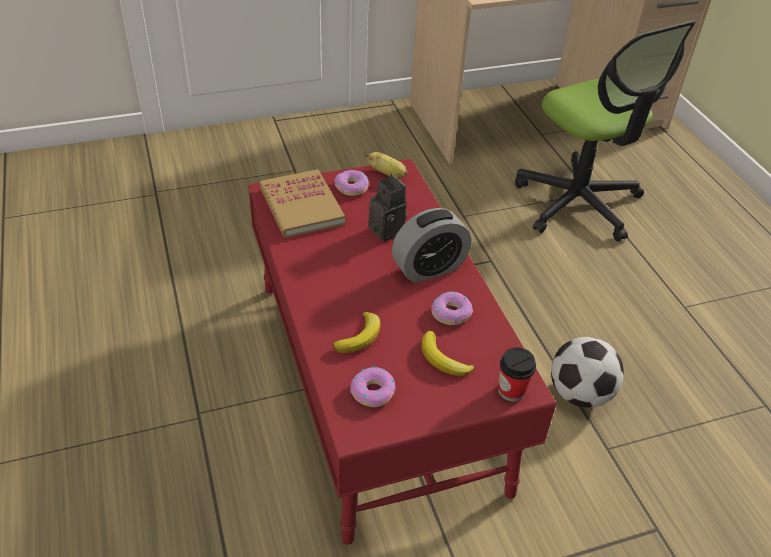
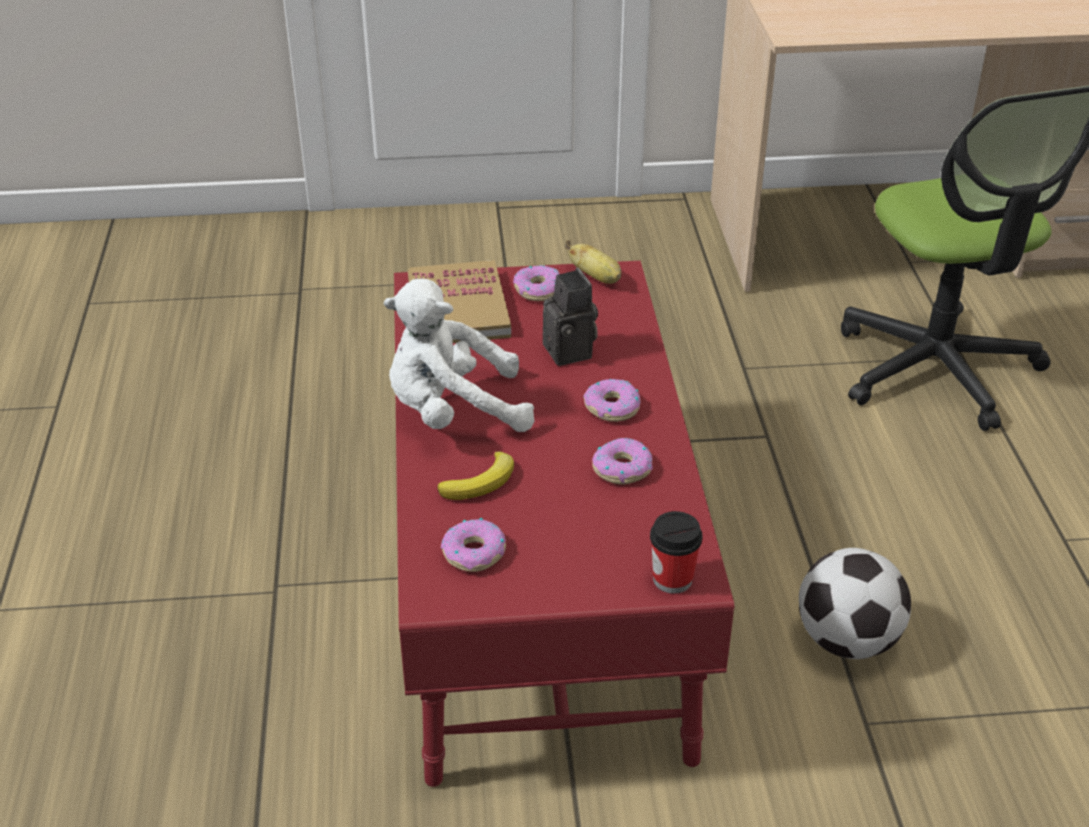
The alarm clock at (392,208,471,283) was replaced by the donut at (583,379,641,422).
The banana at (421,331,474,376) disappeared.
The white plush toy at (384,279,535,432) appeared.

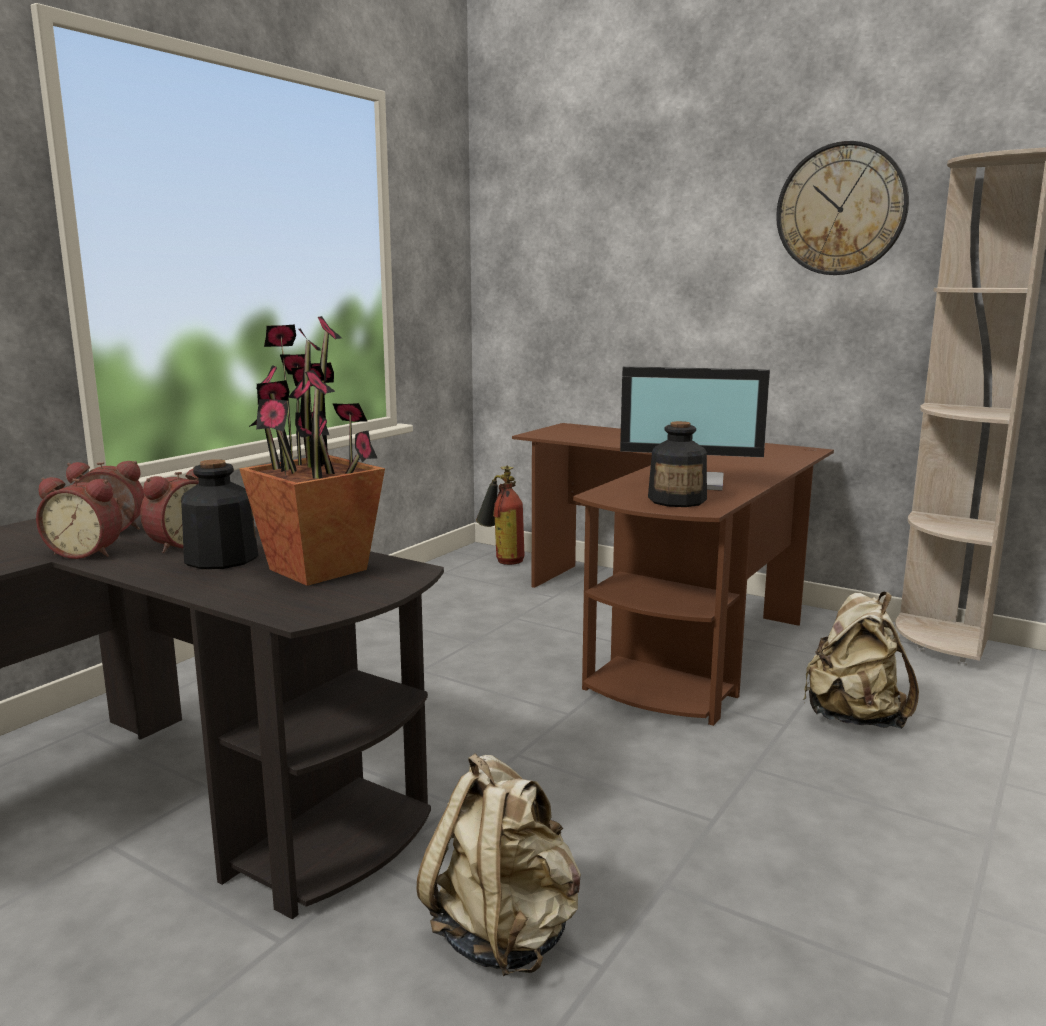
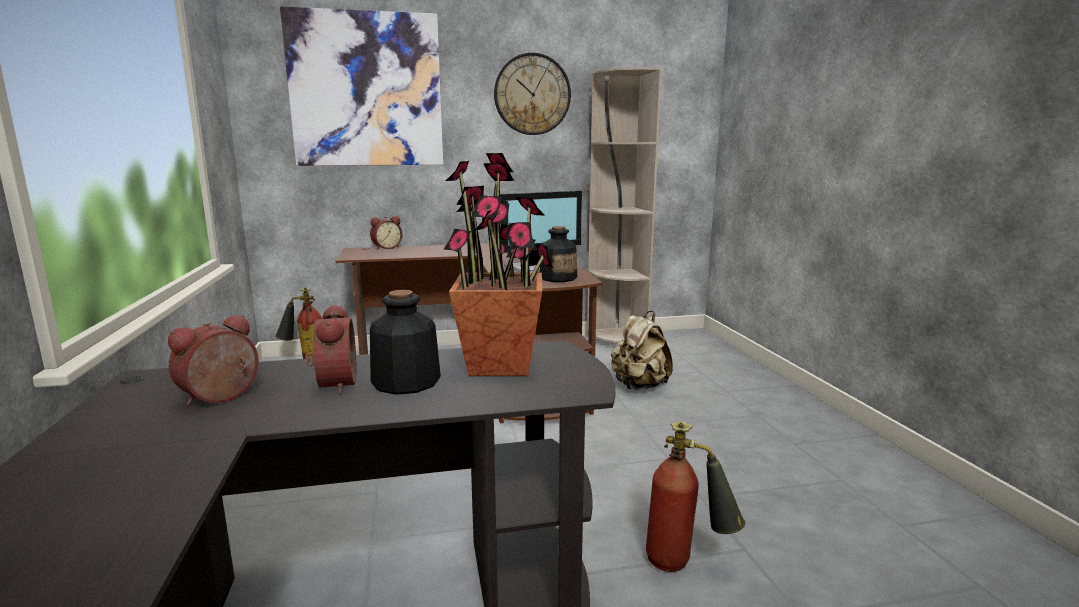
The alarm clock moved from (36,477,122,559) to (370,216,402,250).
The beige backpack at (416,753,581,976) was replaced by the fire extinguisher at (646,421,745,572).
The picture at (280,6,443,166) appeared.

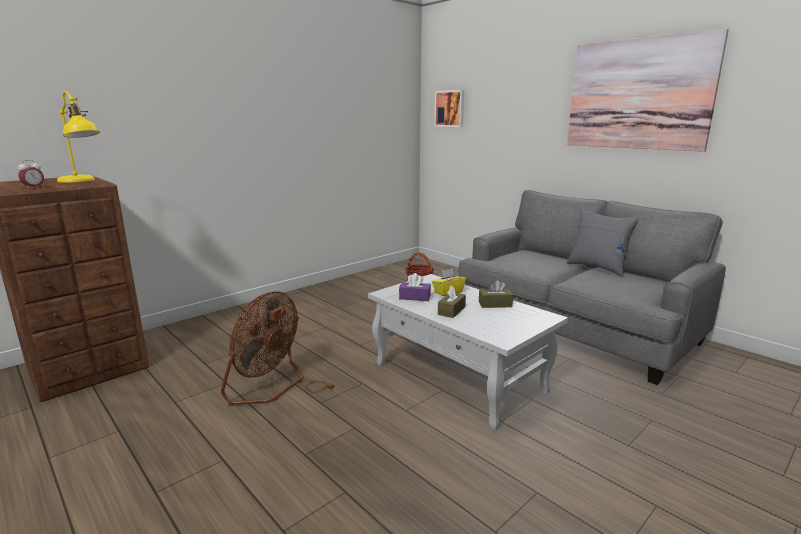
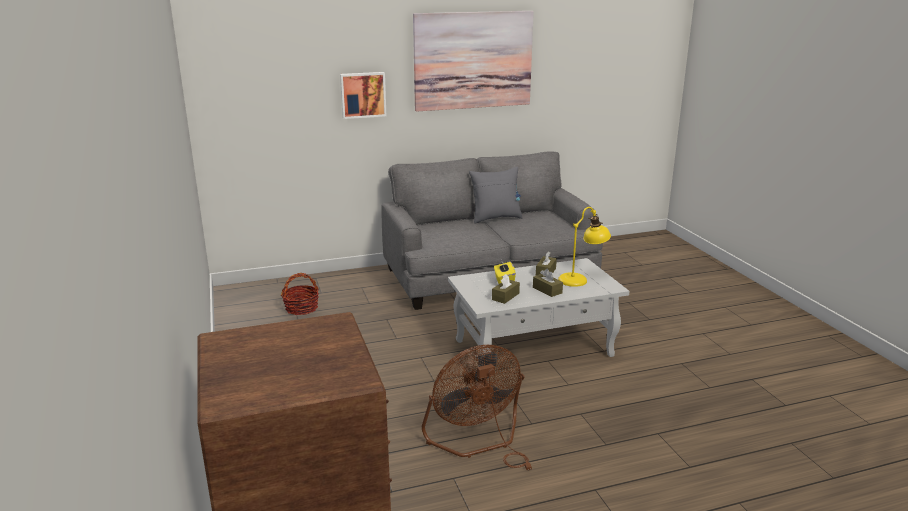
The alarm clock at (17,160,44,189) disappeared.
The yellow table lamp moved from (57,91,100,183) to (558,207,611,287).
The brown fan at (221,291,335,406) turned 105 degrees clockwise.
The purple tissue box at (399,273,431,301) became the brown tissue box at (492,274,520,304).
The picture moved from (434,90,464,127) to (340,72,386,119).

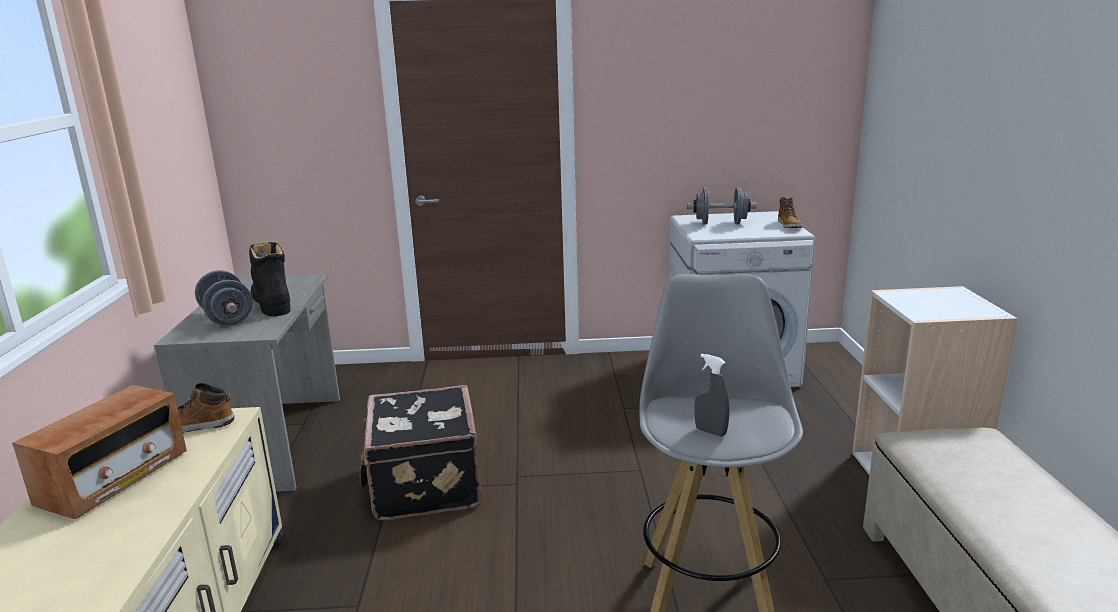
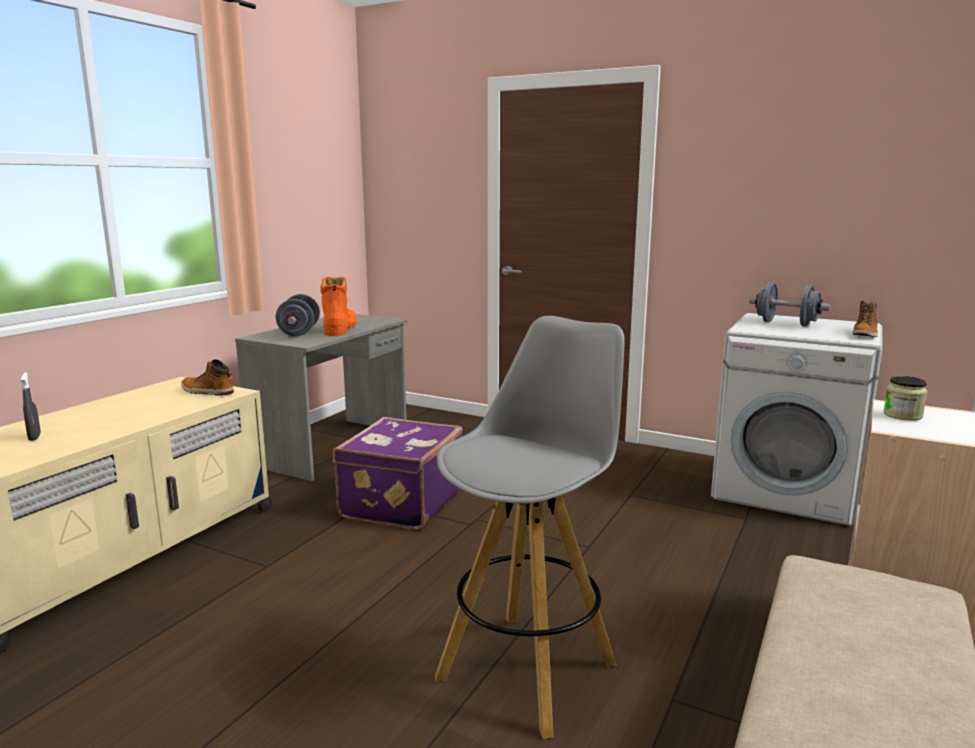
The radio at (12,385,187,519) disappeared.
The black boot at (249,242,291,316) became the orange boot at (320,277,357,336).
The black suitcase at (360,385,482,520) became the purple suitcase at (333,417,462,530).
The grey spray bottle moved from (695,354,730,437) to (21,372,41,441).
The jar at (884,376,927,421) appeared.

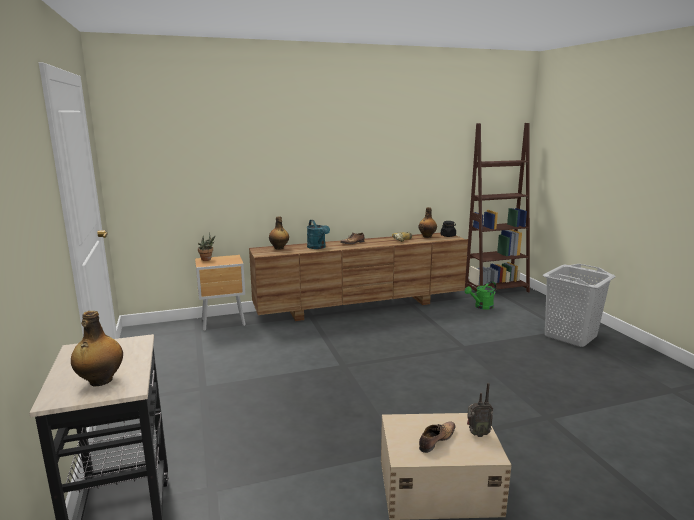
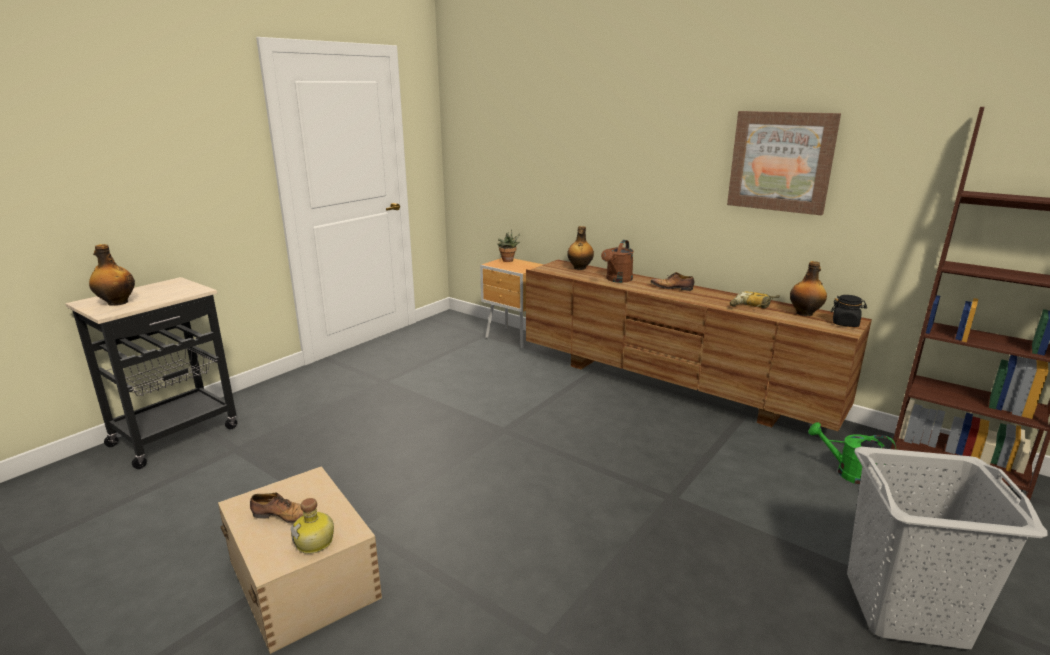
The turquoise watering can at (307,220,330,249) became the brown watering can at (601,240,634,283).
The radio at (467,382,493,437) was replaced by the bottle at (290,498,334,554).
The picture at (727,111,841,215) appeared.

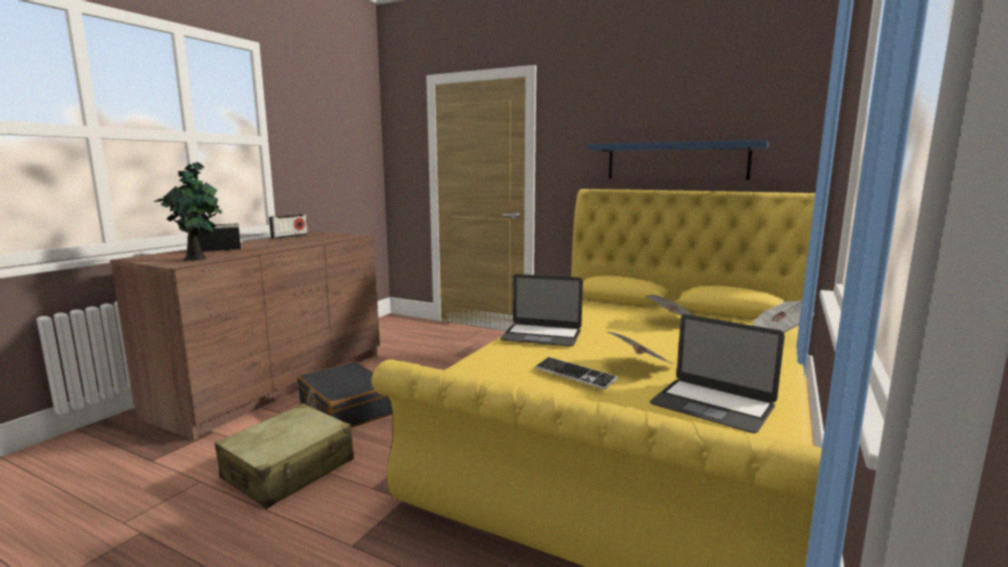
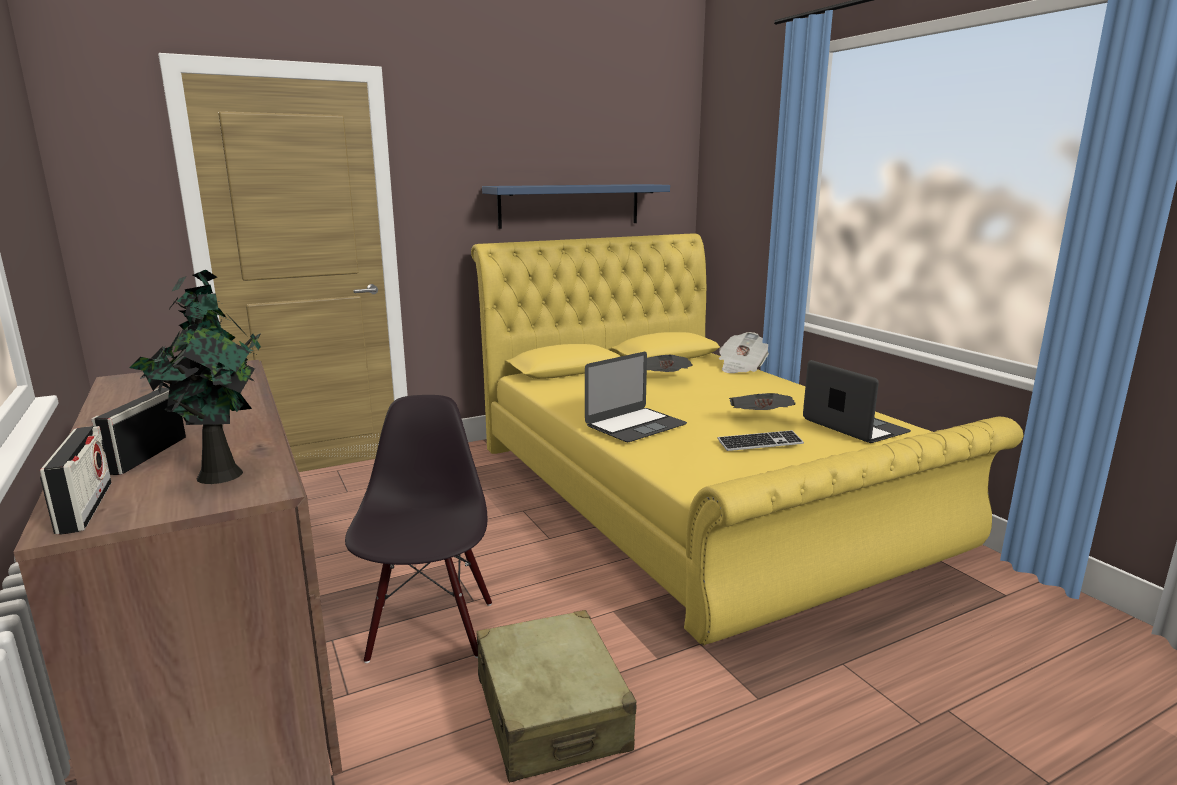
The radio moved from (269,214,308,239) to (40,426,112,535).
The black suitcase at (297,361,393,428) was replaced by the black chair at (345,395,492,663).
The laptop at (650,314,785,433) turned 105 degrees counterclockwise.

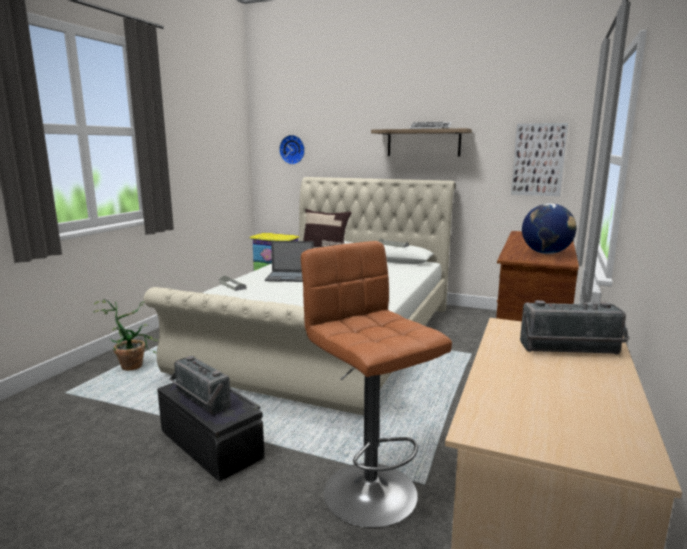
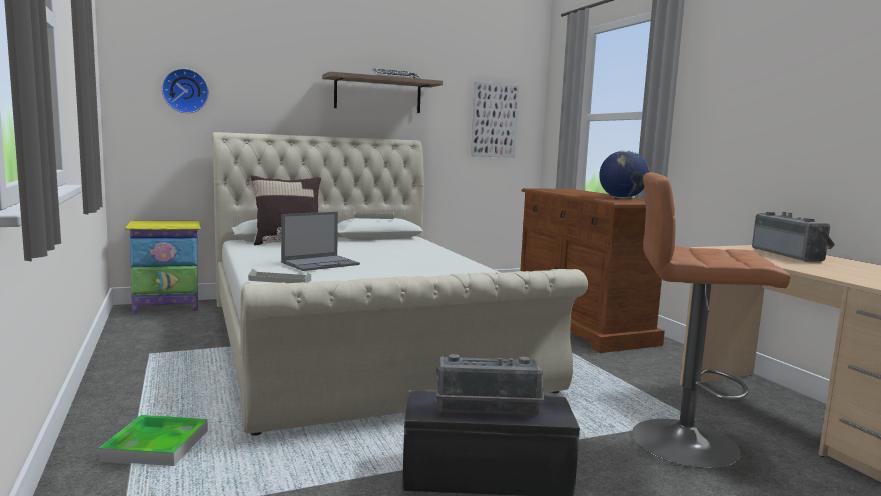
The potted plant at (93,299,159,371) was replaced by the tray at (99,415,208,466).
The radio at (520,300,629,354) turned 60 degrees counterclockwise.

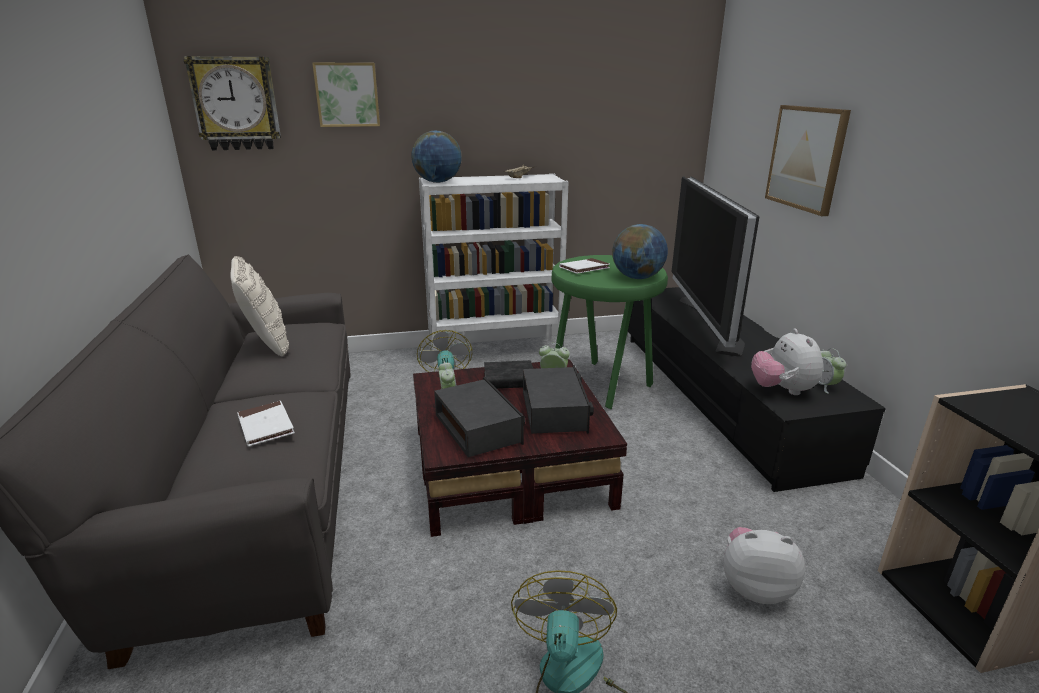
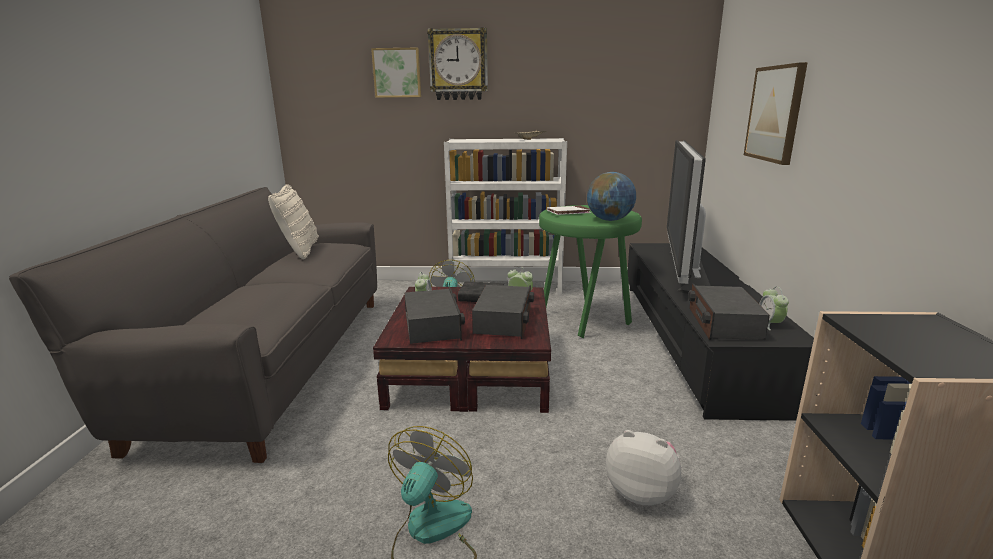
The wall clock moved from (184,56,281,150) to (427,27,488,100).
The white book at (237,401,295,446) disappeared.
The globe at (411,131,462,183) disappeared.
The plush toy at (751,328,823,395) was replaced by the radio at (688,284,770,340).

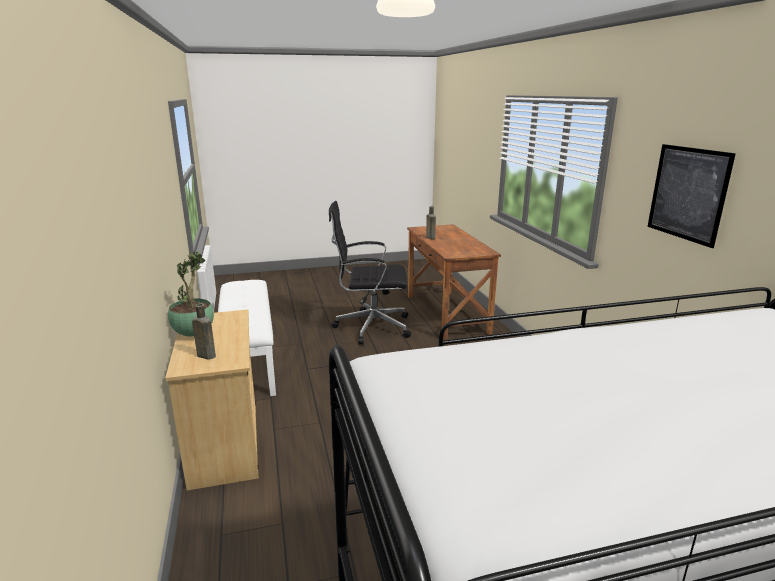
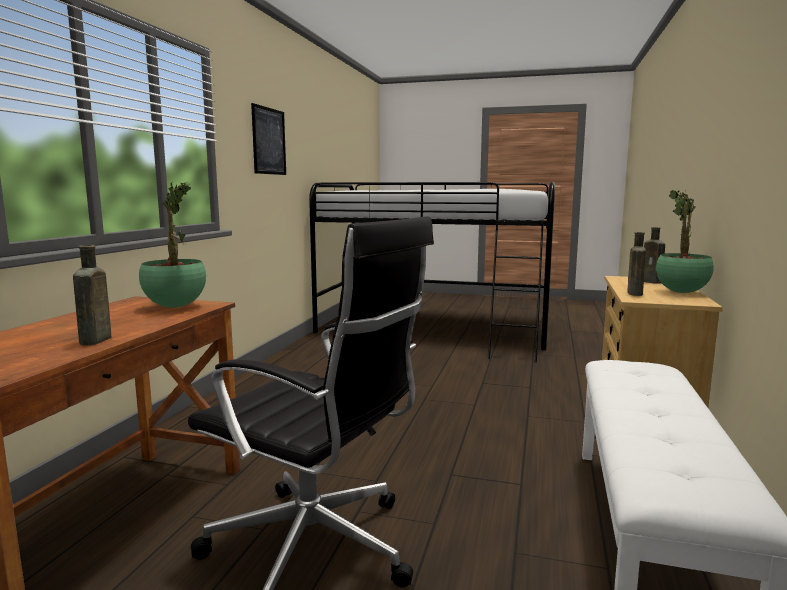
The potted plant at (139,182,206,308) appeared.
The brown bottle at (627,232,646,296) appeared.

